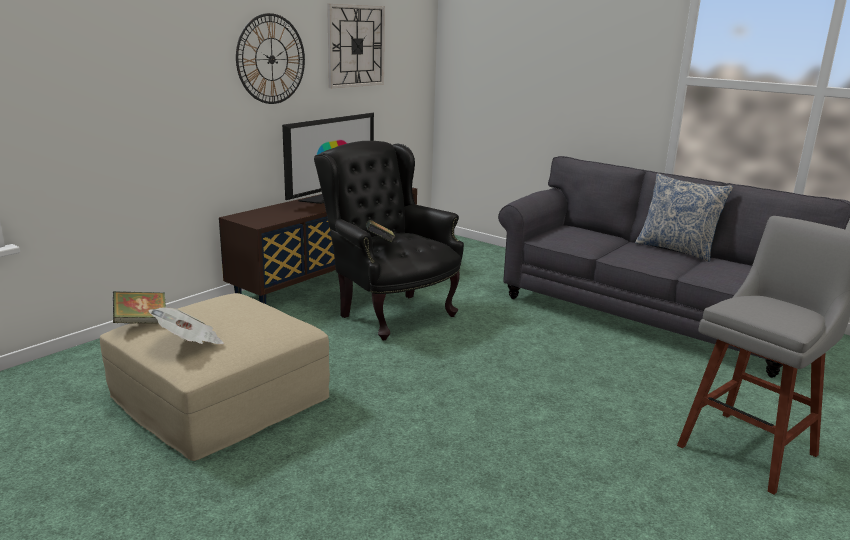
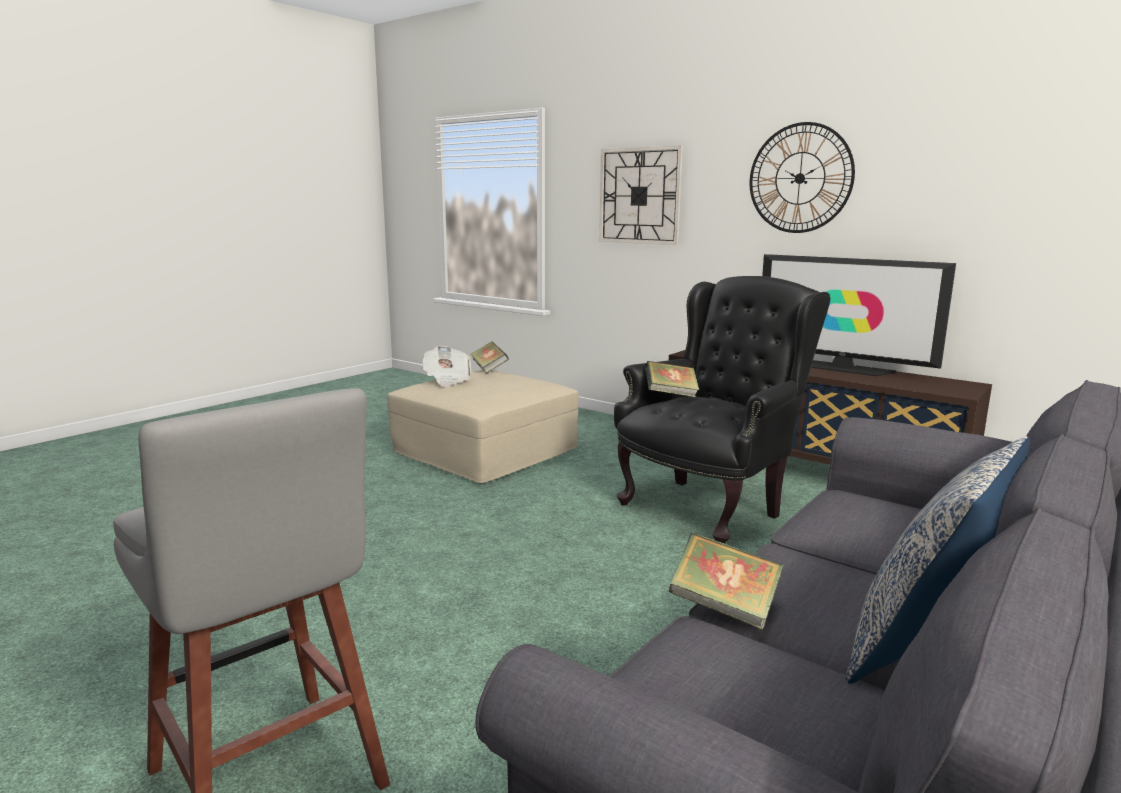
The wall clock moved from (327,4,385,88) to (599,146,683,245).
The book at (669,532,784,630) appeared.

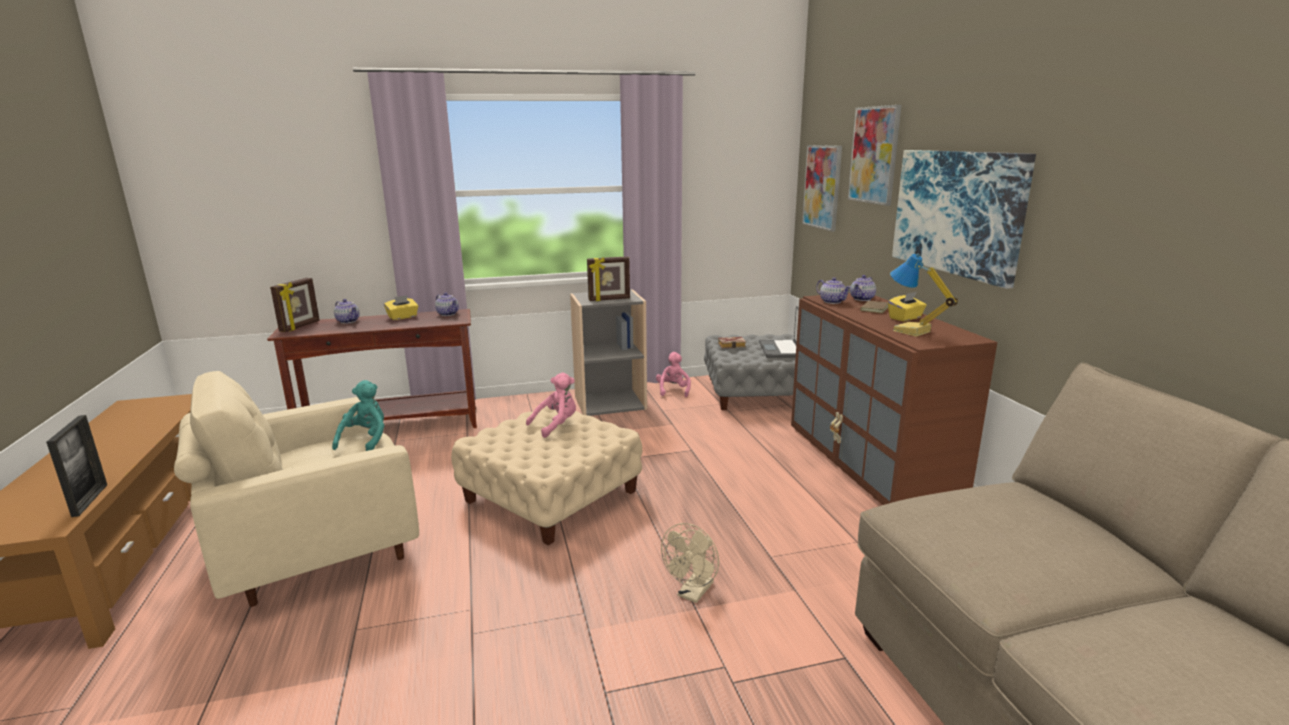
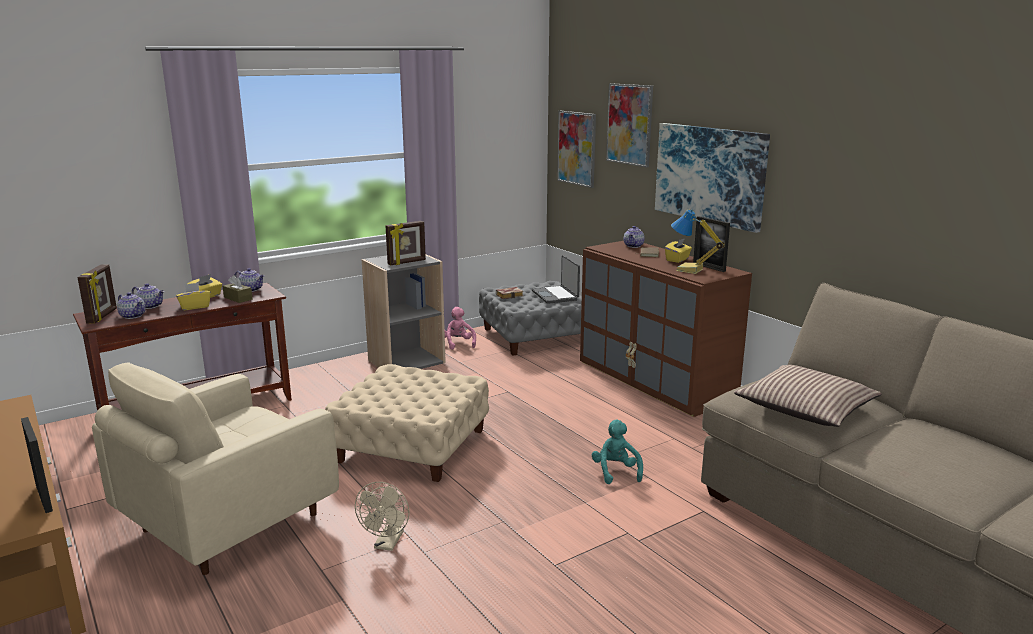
The turquoise plush toy moved from (332,380,384,451) to (592,420,643,484).
The pink plush toy at (526,373,576,438) disappeared.
The beige fan moved from (661,523,719,603) to (355,482,409,551).
The teapot moved from (816,277,851,304) to (117,292,146,319).
The yellow tissue box at (176,282,211,310) appeared.
The brown tissue box at (223,275,253,303) appeared.
The picture frame at (693,216,730,272) appeared.
The pillow at (734,365,882,427) appeared.

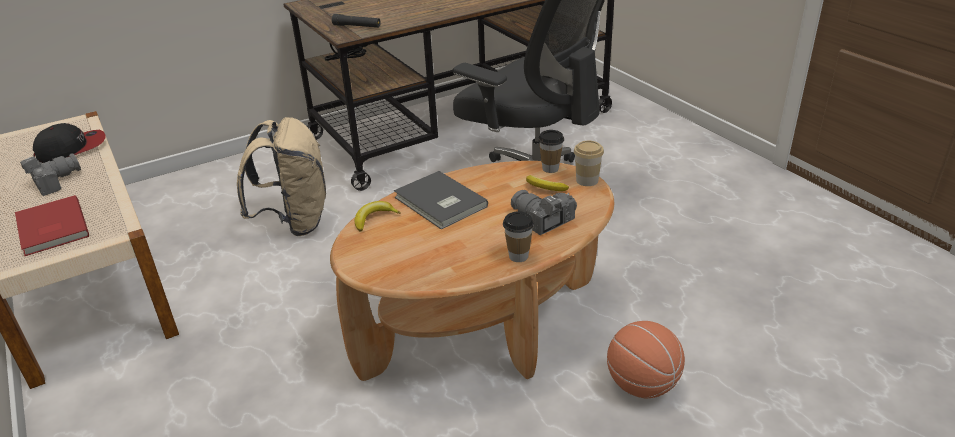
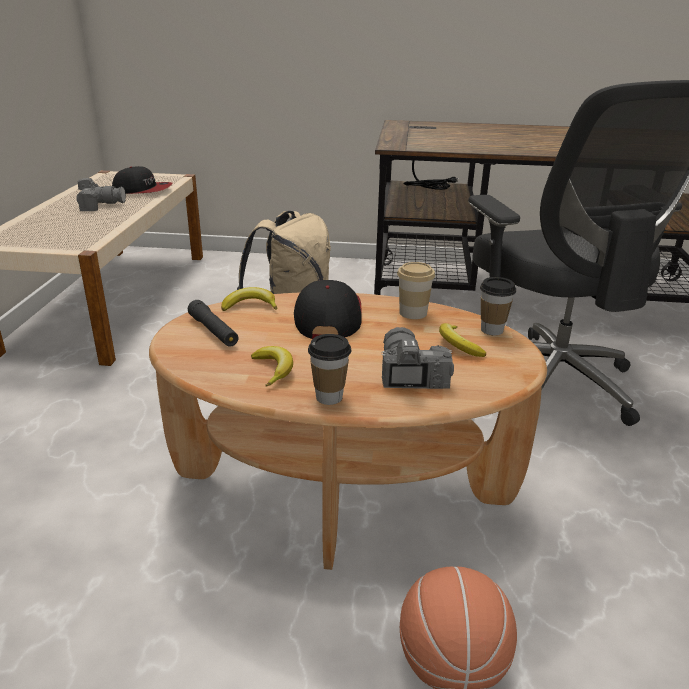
The red book at (15,195,89,256) disappeared.
The black flashlight moved from (332,14,381,27) to (188,300,239,347).
The grey book at (394,171,488,229) was replaced by the cap at (294,280,362,339).
The cup moved from (574,141,604,186) to (397,262,435,319).
The banana at (251,346,293,387) appeared.

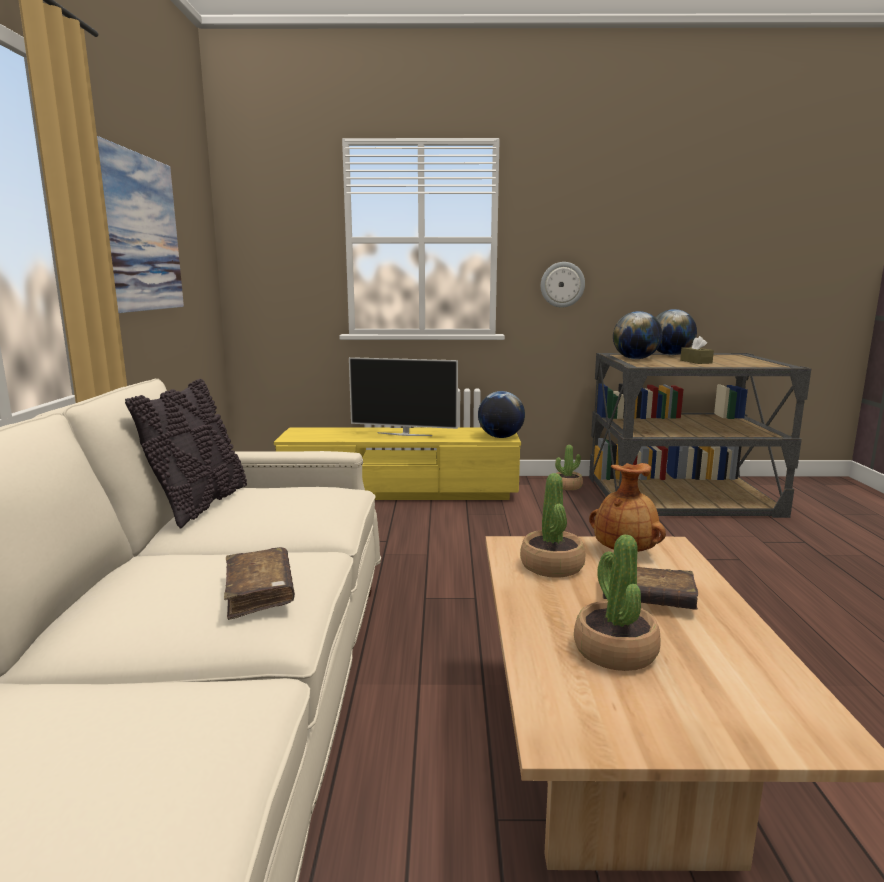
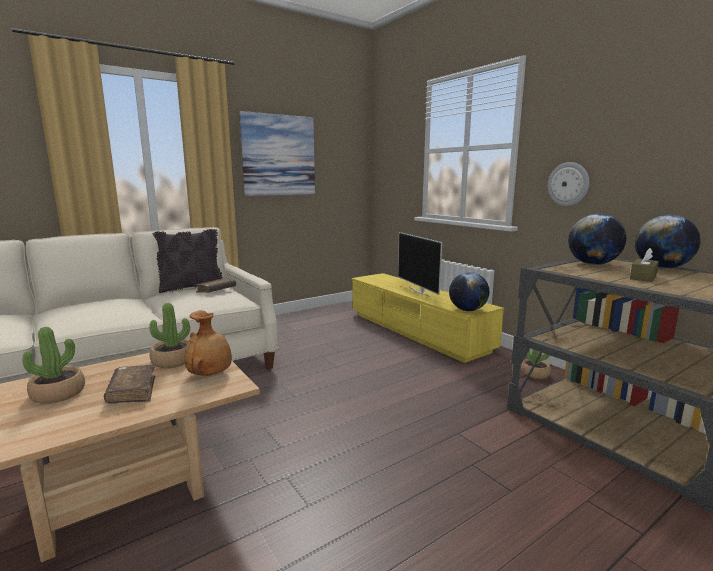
The brown book moved from (224,547,295,620) to (195,278,236,293).

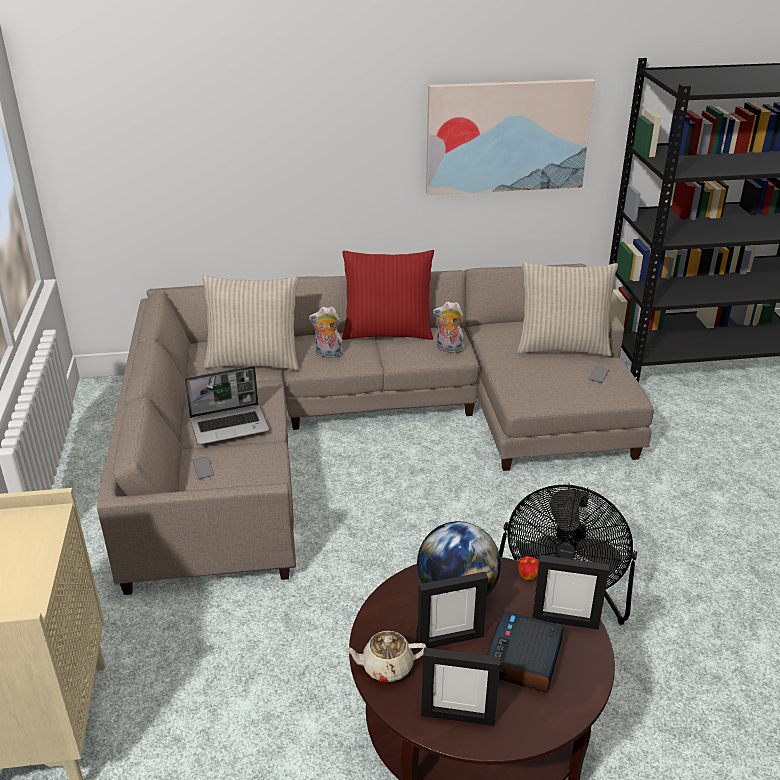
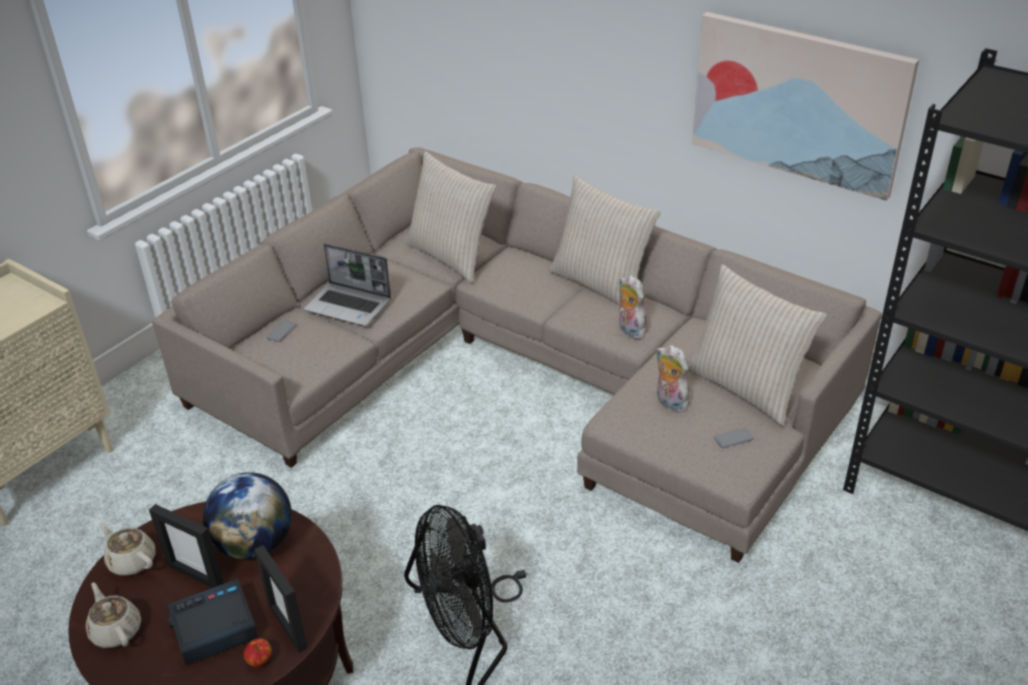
The plush toy moved from (309,307,343,358) to (657,345,690,413).
The red pillow at (342,250,434,340) became the beige pillow at (549,175,661,306).
The picture frame at (421,648,501,726) was replaced by the beige teapot at (86,582,141,648).
The apple moved from (518,556,539,580) to (244,638,272,667).

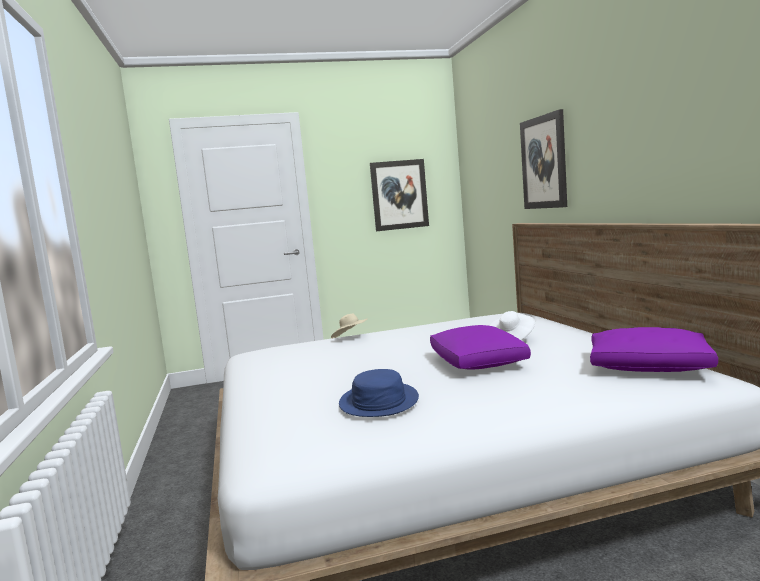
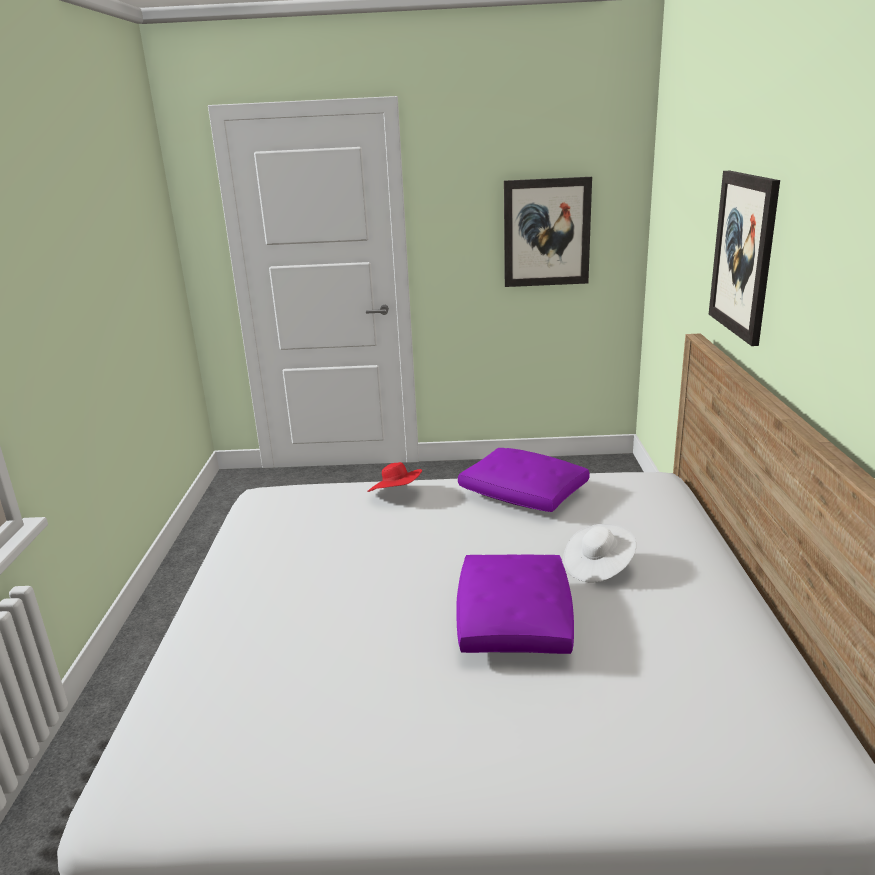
The beige hat at (331,313,368,338) became the red hat at (367,462,422,492).
The blue hat at (339,369,419,417) disappeared.
The purple pillow moved from (590,327,718,372) to (458,448,590,512).

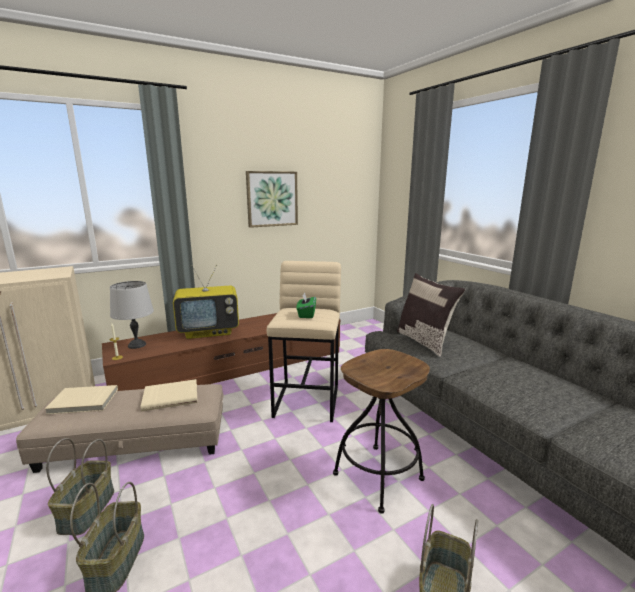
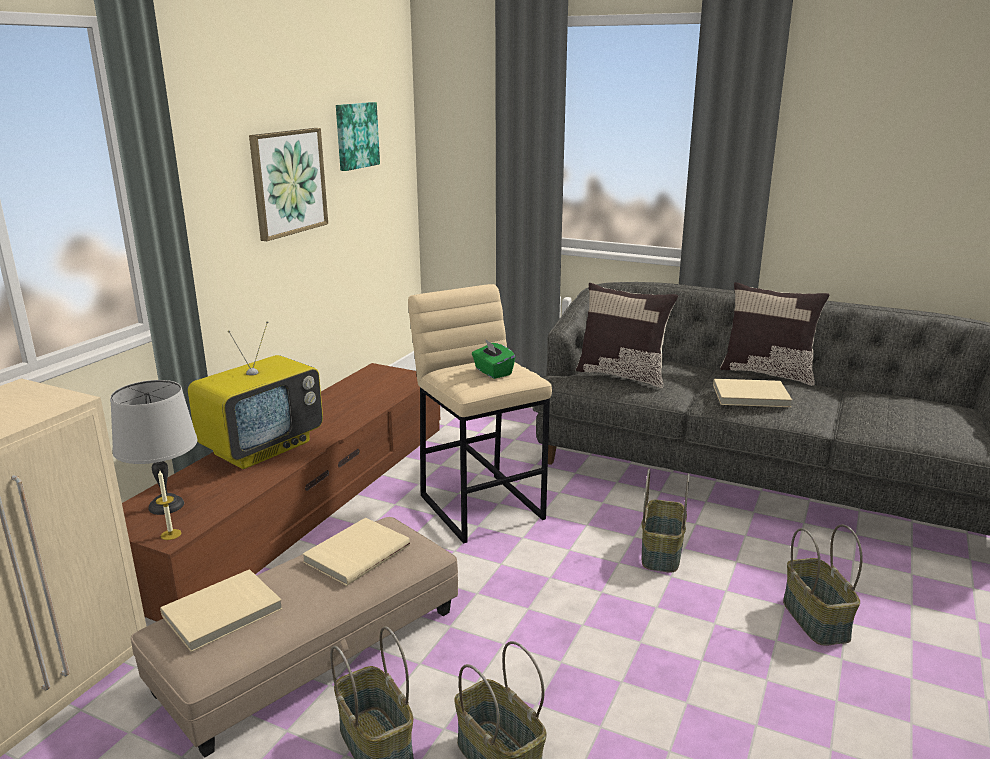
The brown stool at (333,349,430,514) was replaced by the basket at (642,469,690,573).
The picture at (336,102,380,171) appeared.
The beige book at (713,379,792,407) appeared.
The pillow at (720,282,830,386) appeared.

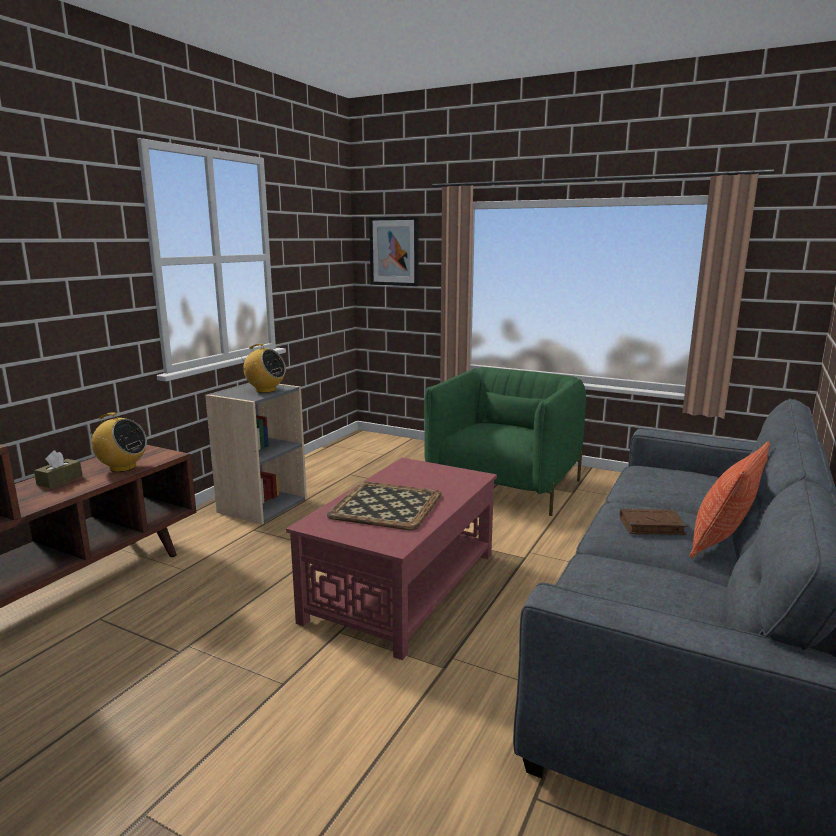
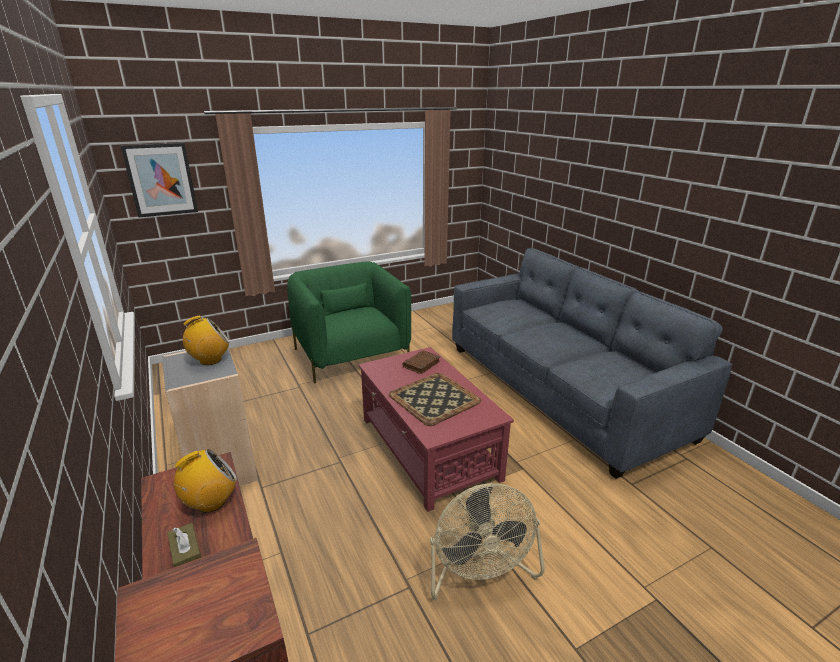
The brown book moved from (620,509,687,535) to (402,350,440,374).
The orange pillow at (689,442,770,558) disappeared.
The beige fan at (430,482,545,601) appeared.

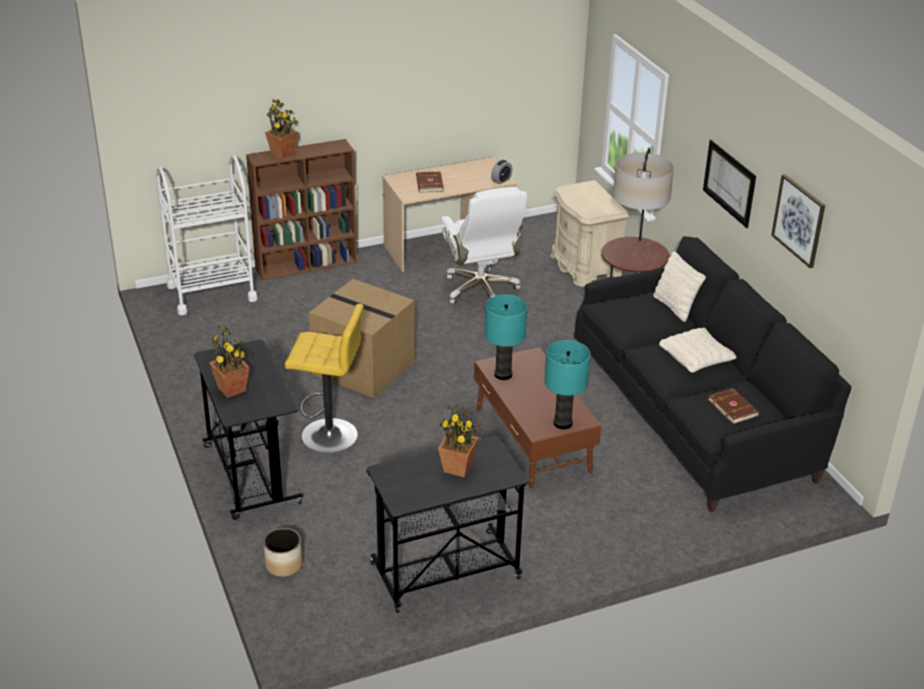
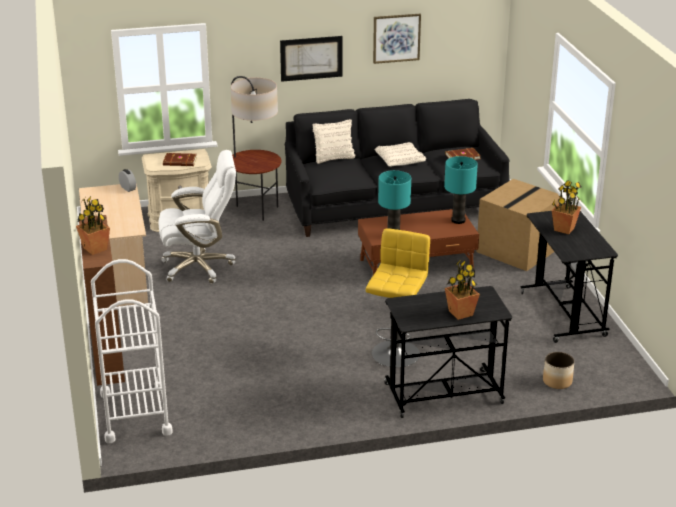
The cardboard box moved from (309,279,415,398) to (476,179,560,271).
The brown book moved from (416,171,444,193) to (163,153,197,166).

